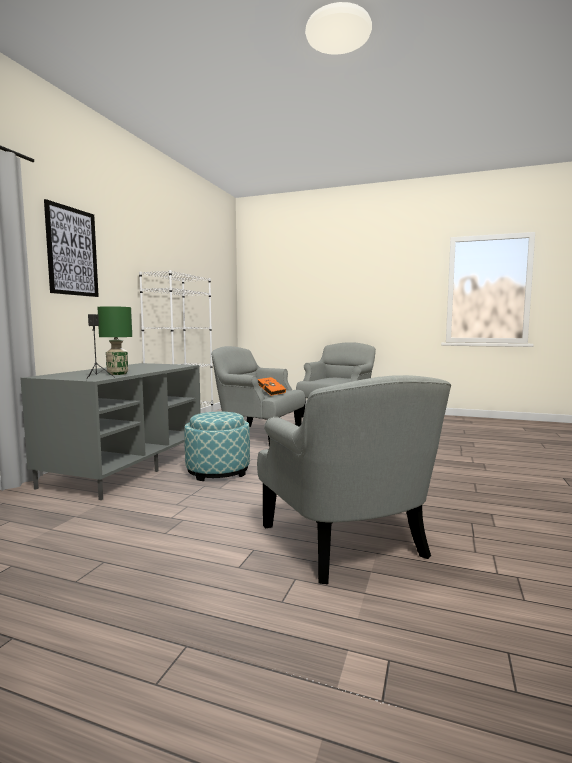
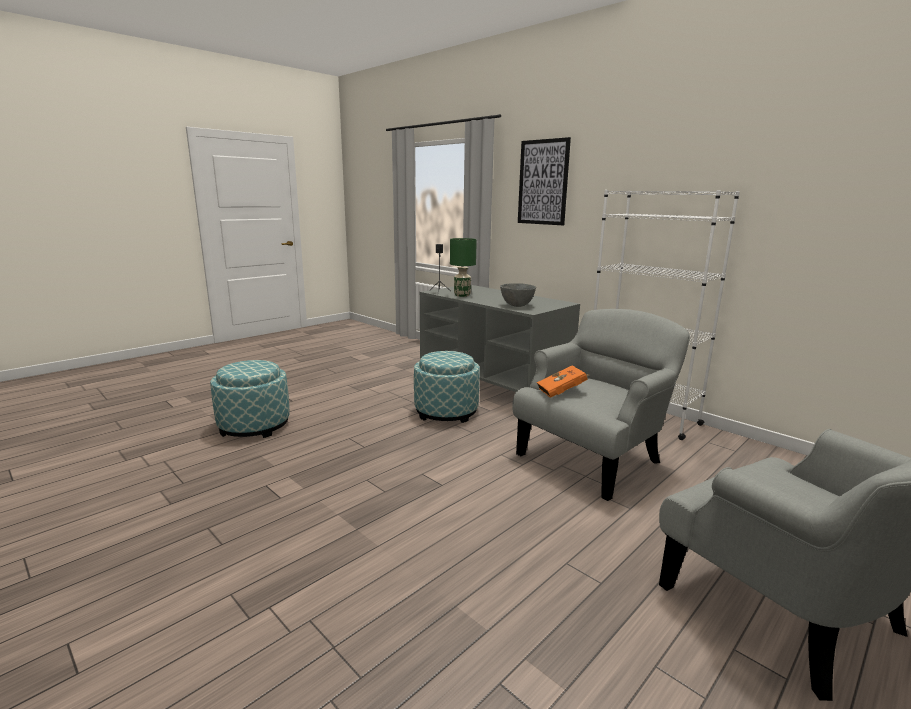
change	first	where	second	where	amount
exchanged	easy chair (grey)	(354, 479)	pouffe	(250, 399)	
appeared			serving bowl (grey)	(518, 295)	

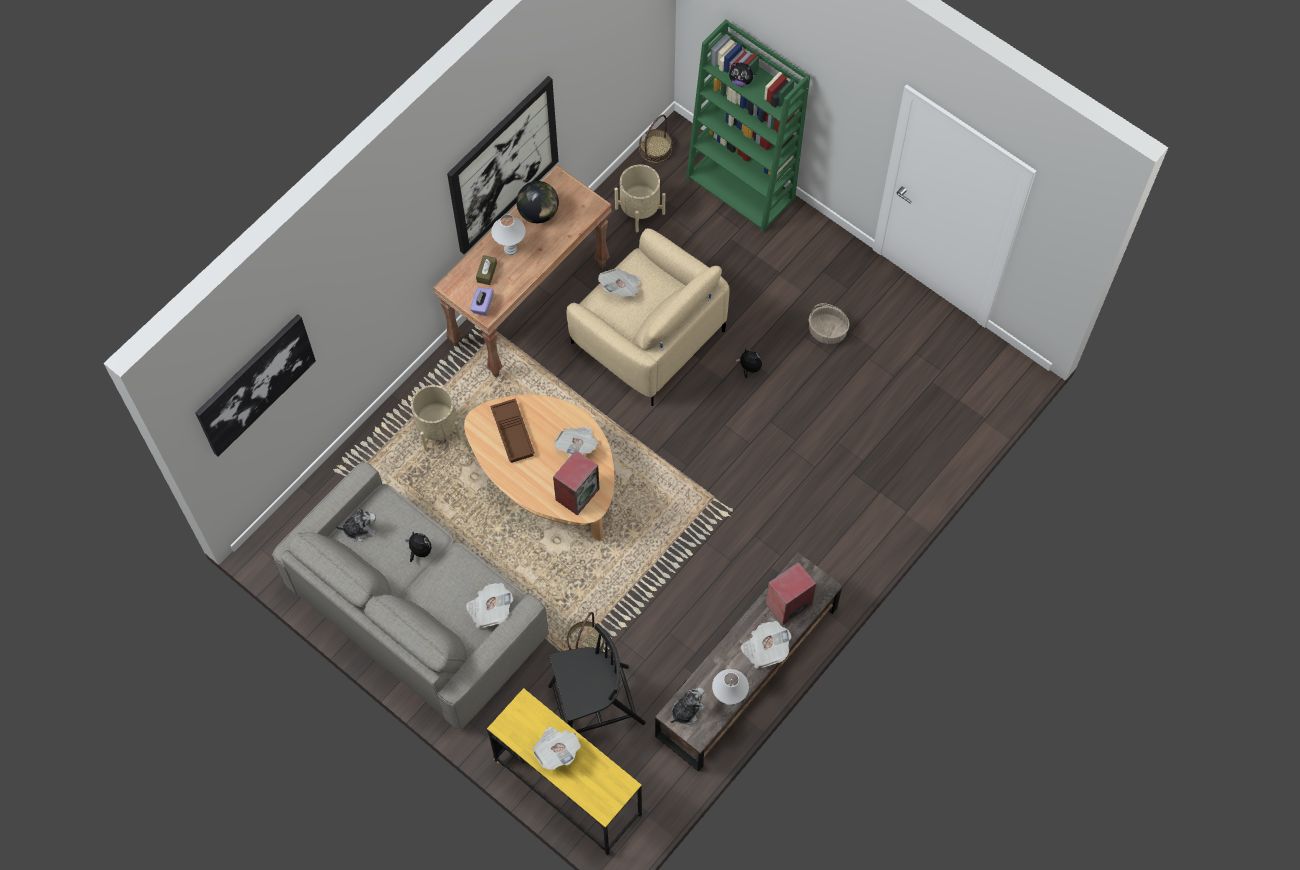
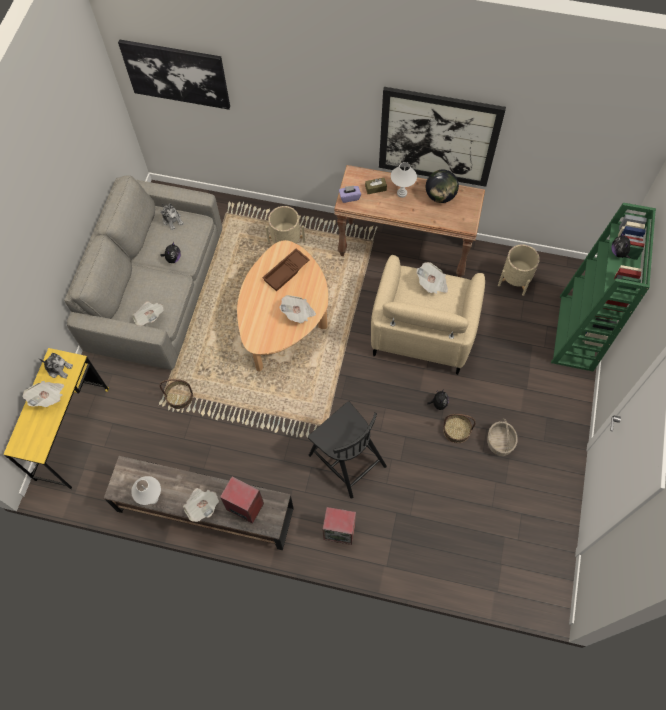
change	first	where	second	where	amount
relocated	chair (blackish)	(597, 678)		(347, 450)	
relocated	audio speaker	(576, 482)		(339, 526)	
relocated	basket	(655, 139)		(459, 428)	
relocated	plush toy	(688, 706)		(55, 366)	

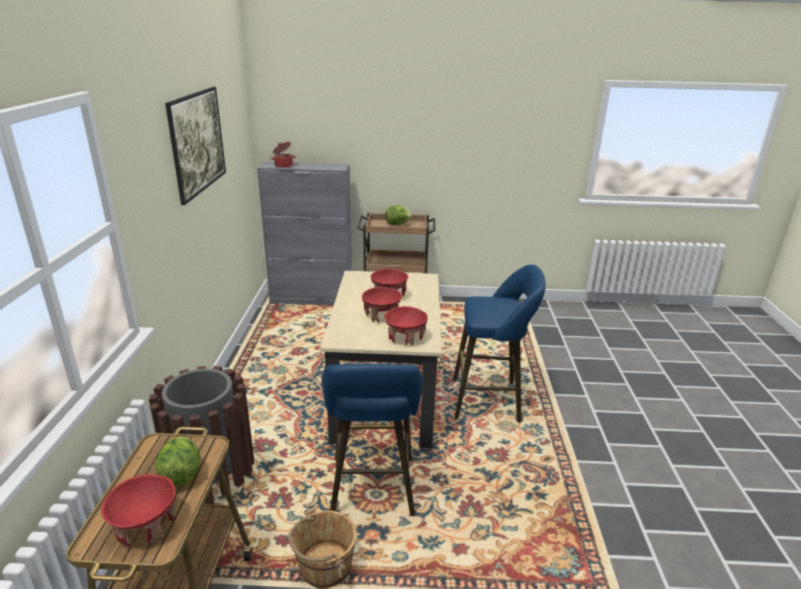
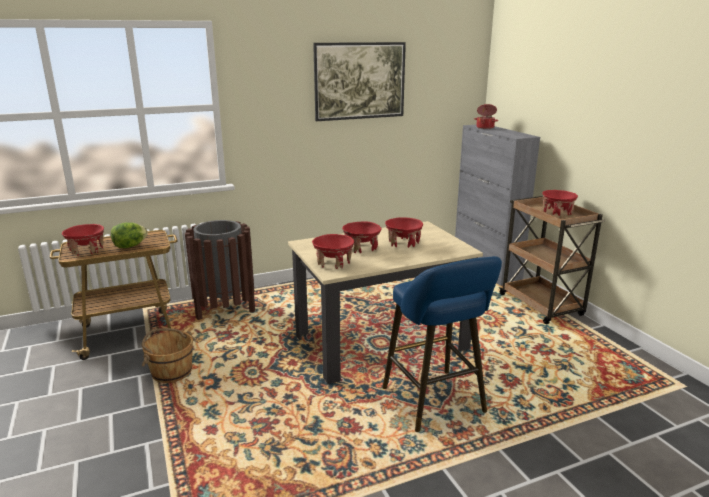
change	first	where	second	where	amount
missing	stool (bluish)	(372, 439)			
exchanged	lettuce	(398, 215)	serving bowl (reddish)	(560, 203)	

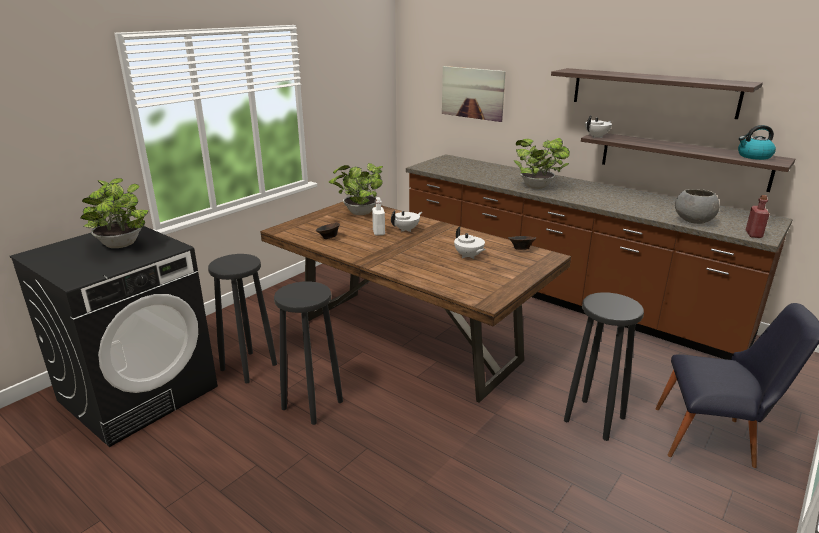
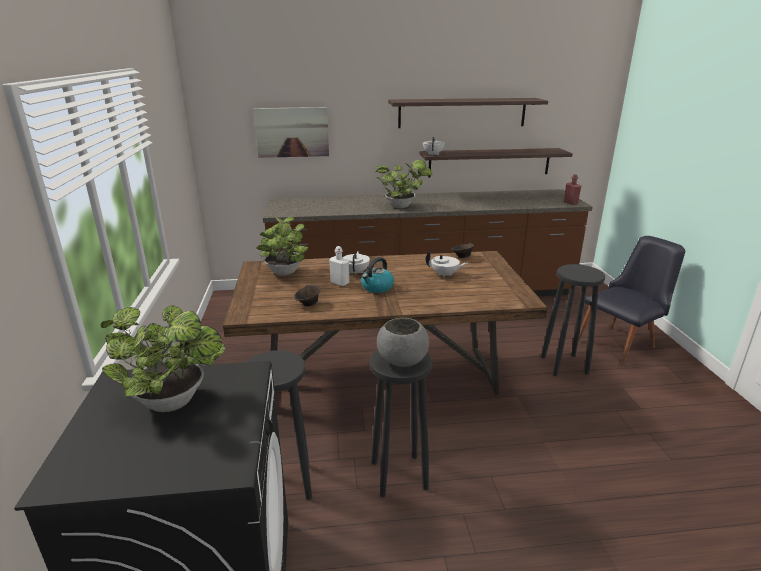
change	first	where	second	where	amount
relocated	serving bowl (grey)	(697, 206)		(403, 342)	
relocated	kettle	(757, 142)		(377, 275)	

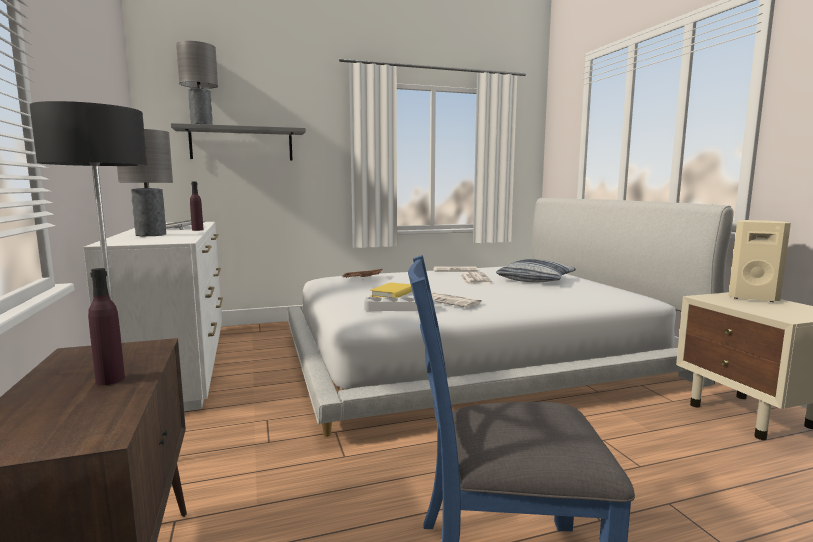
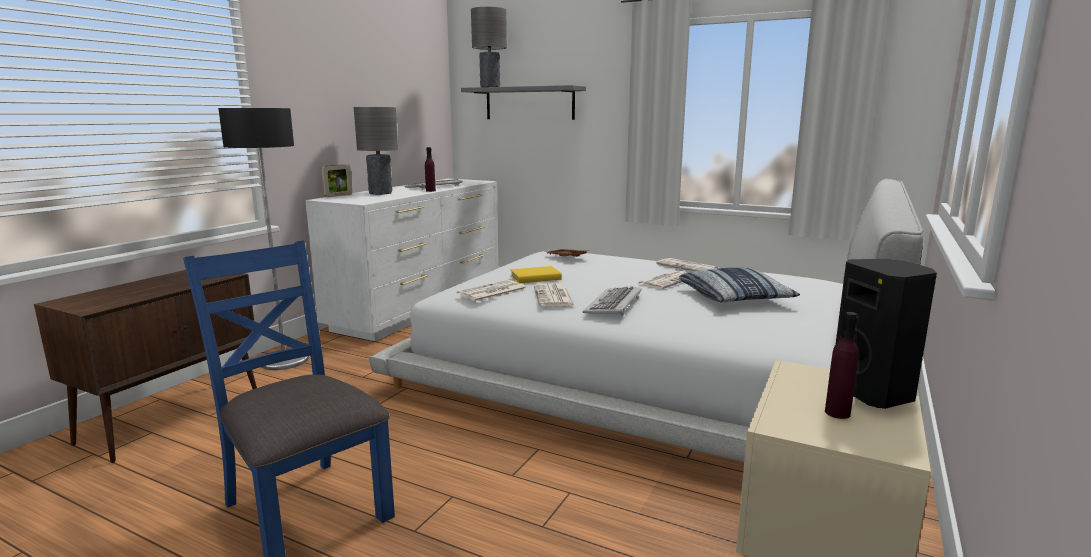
change	first	where	second	where	amount
relocated	drink bottle (purplish)	(106, 326)		(842, 365)	
exchanged	tray (grey)	(399, 304)	newspaper	(492, 291)	
colour	audio speaker (sand-coloured)	(759, 261)	audio speaker (blackish)	(886, 334)	
appeared			picture frame	(337, 180)	
appeared			PC keyboard	(612, 301)	

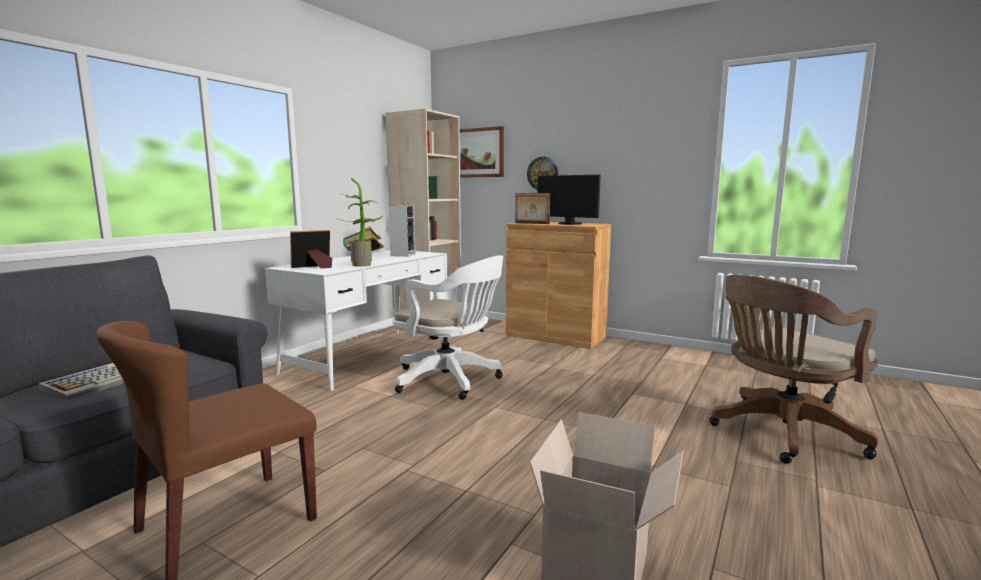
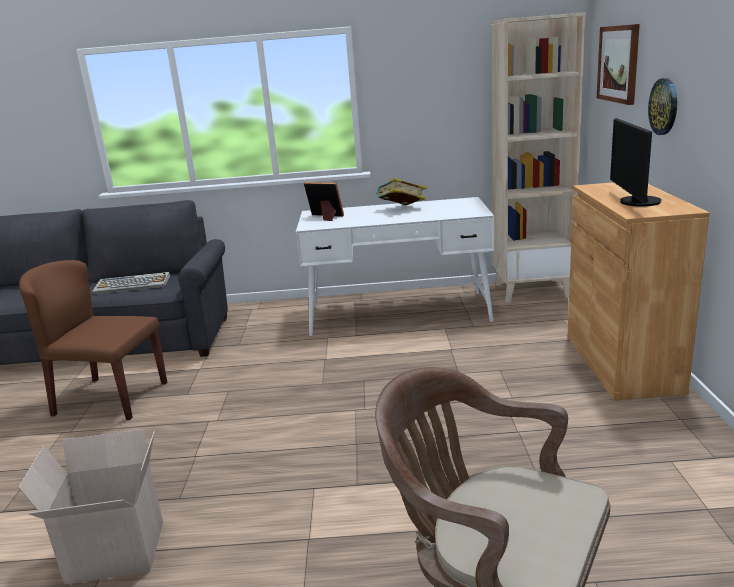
change	first	where	second	where	amount
missing	plant in a pot	(359, 222)			
missing	audio speaker	(401, 231)			
missing	desk chair (white)	(447, 327)			
missing	picture frame	(532, 208)			

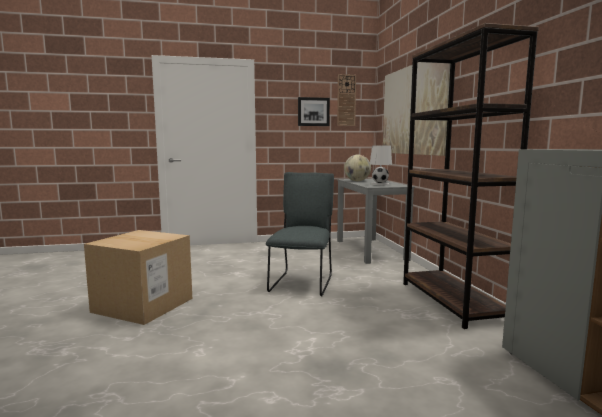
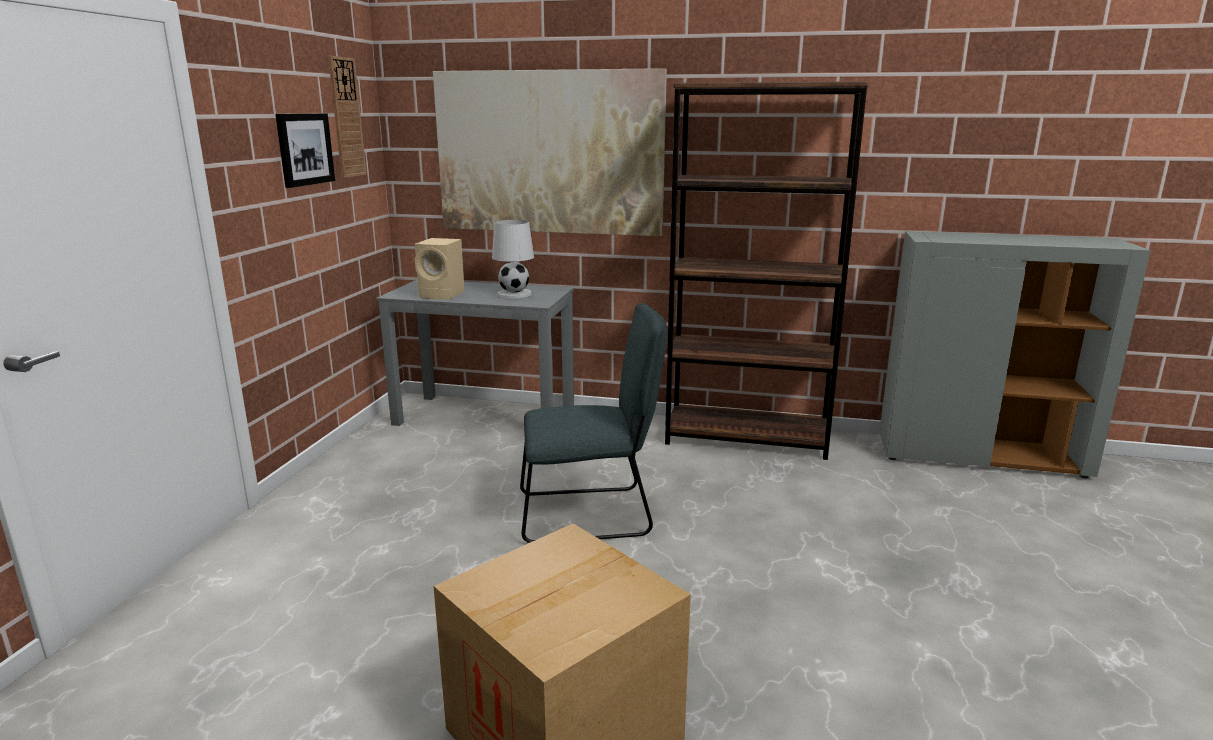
change	first	where	second	where	amount
spun	chair (grey)	(300, 234)		(593, 423)	135 degrees clockwise
exchanged	globe	(357, 168)	audio speaker (sand-coloured)	(440, 269)	

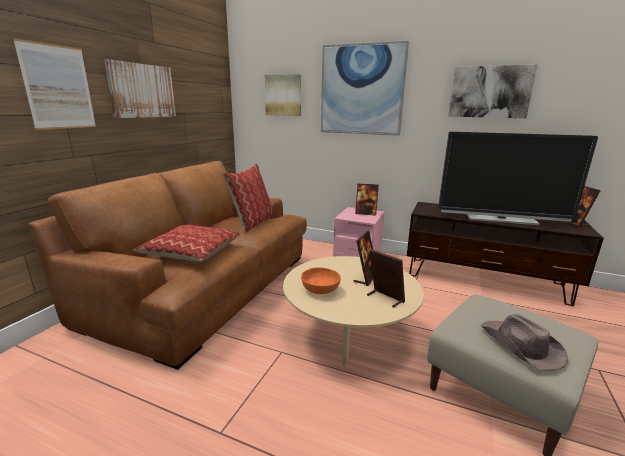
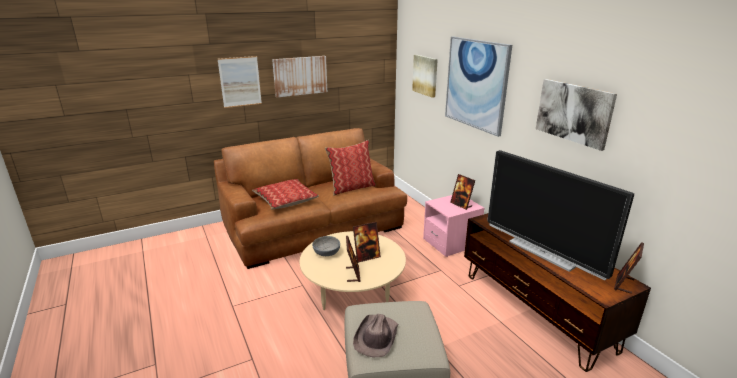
change	first	where	second	where	amount
colour	serving bowl (orange)	(321, 280)	serving bowl (grey)	(326, 246)	

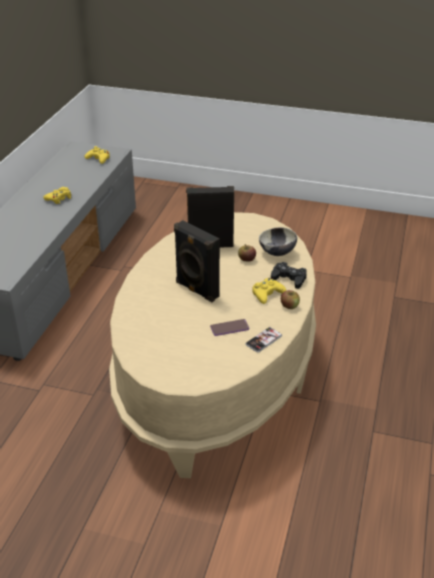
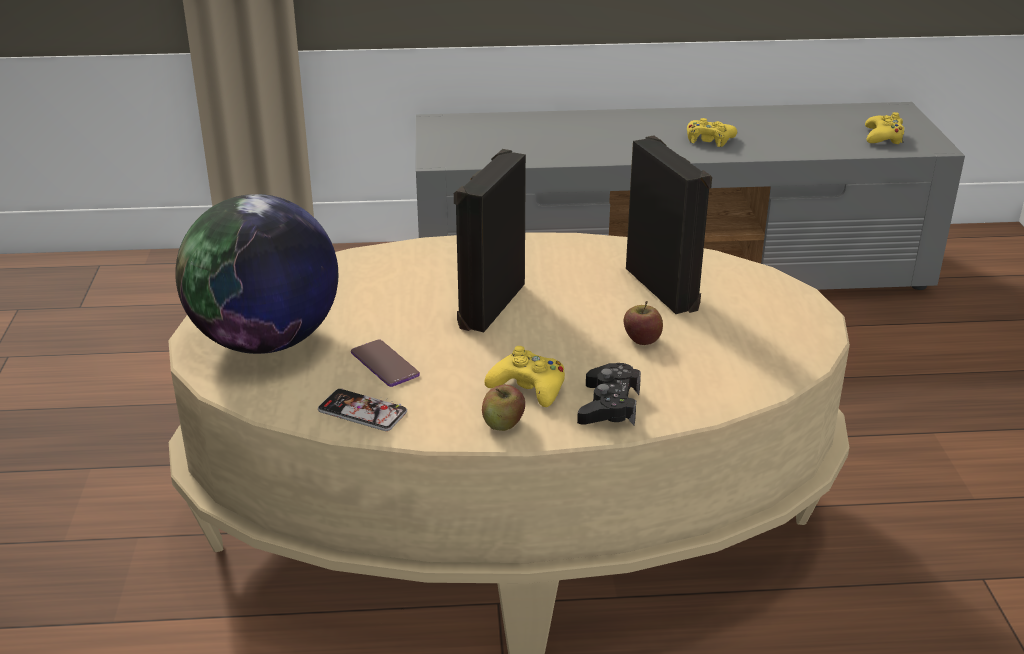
change	first	where	second	where	amount
missing	serving bowl	(278, 241)			
appeared			globe	(257, 274)	

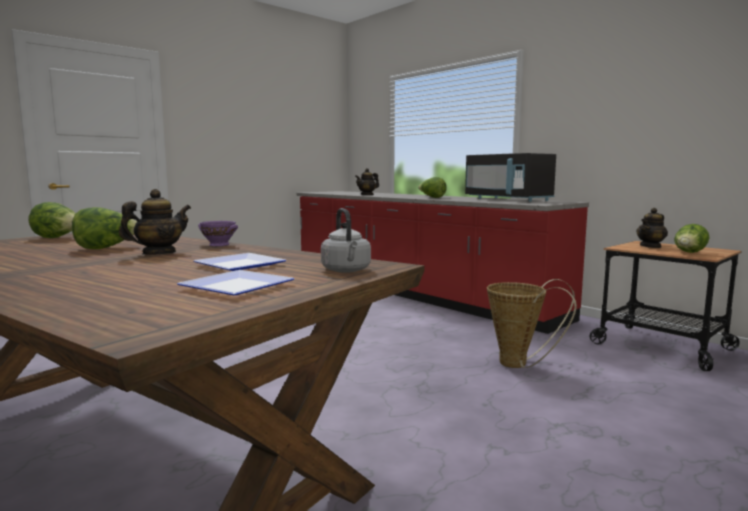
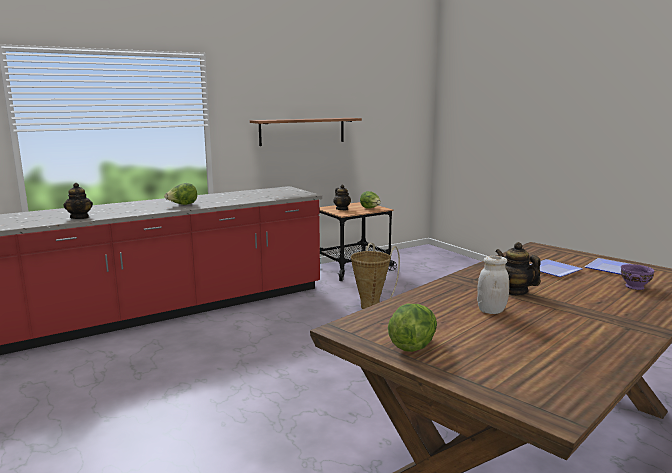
change	first	where	second	where	amount
exchanged	lettuce	(104, 228)	preserve jar (white)	(493, 285)	
relocated	serving bowl (purplish)	(218, 233)		(637, 277)	
missing	kettle (grey)	(346, 240)			
missing	microwave (blackish)	(510, 177)			
appeared			wall shelf	(306, 132)	

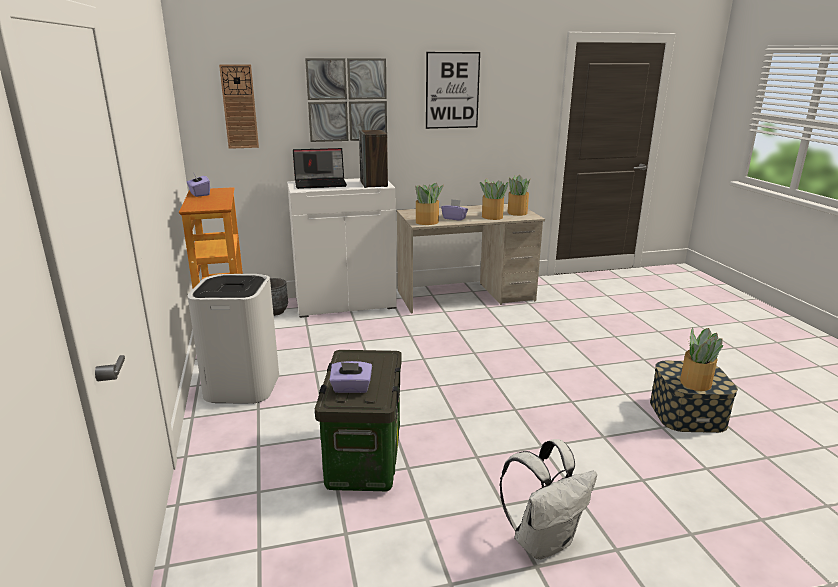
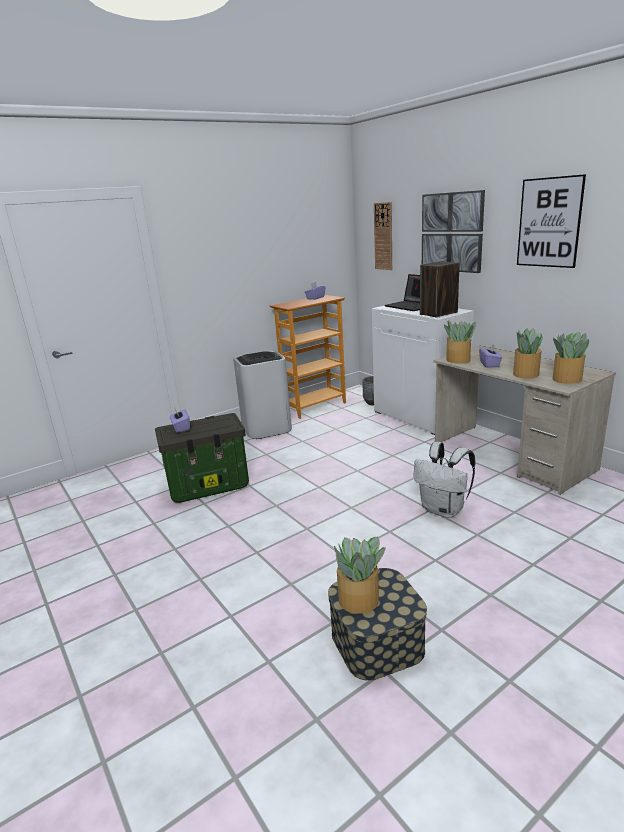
change	first	where	second	where	amount
relocated	backpack (white)	(548, 499)		(444, 480)	

